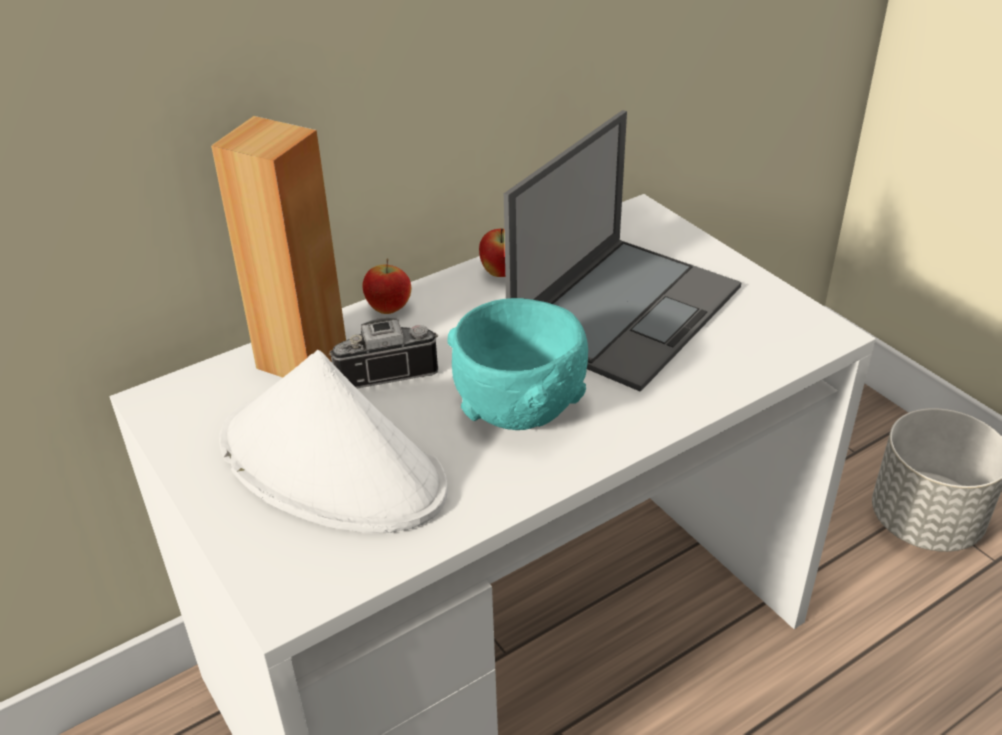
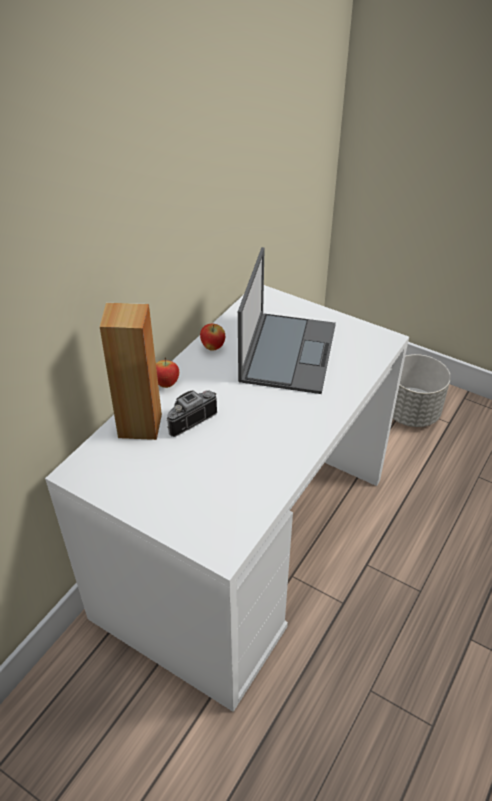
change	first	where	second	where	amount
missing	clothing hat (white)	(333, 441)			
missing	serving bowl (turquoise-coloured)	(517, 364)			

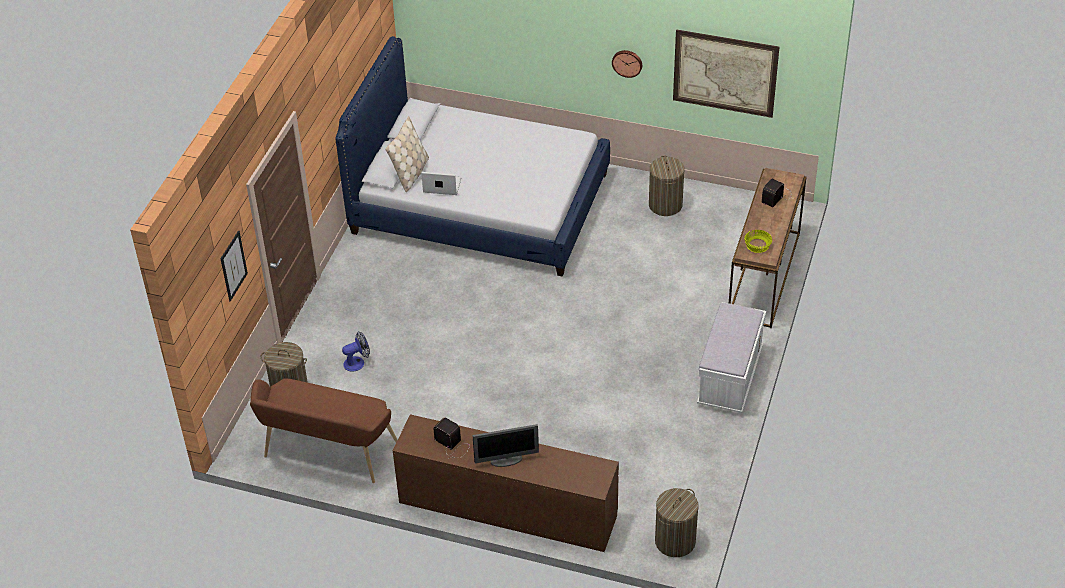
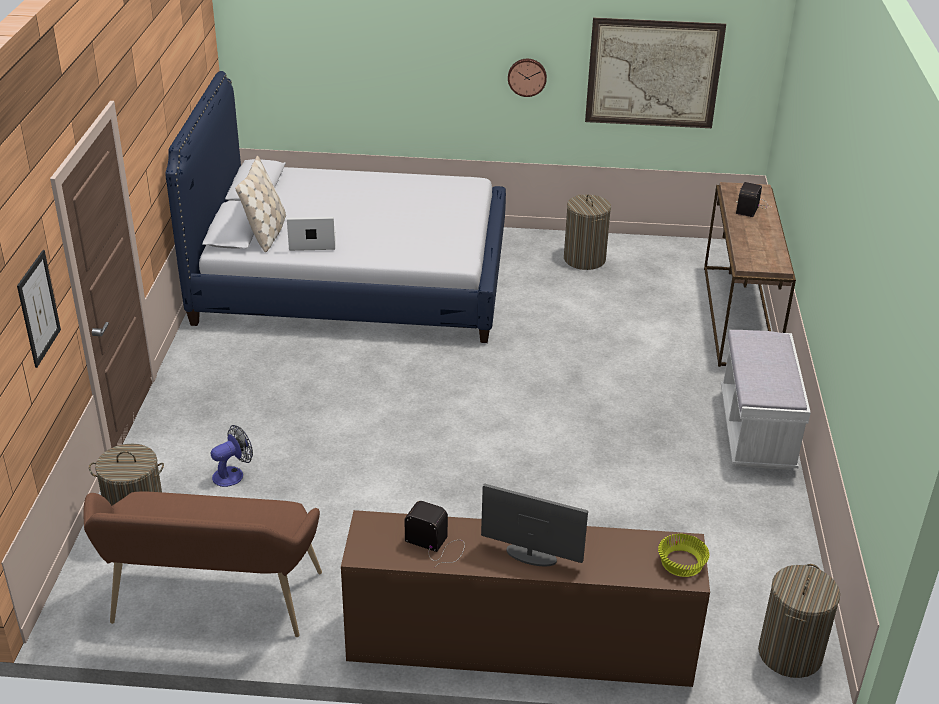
change	first	where	second	where	amount
spun	monitor	(506, 445)		(534, 525)	135 degrees counterclockwise
relocated	serving bowl (yellow)	(758, 241)		(684, 555)	

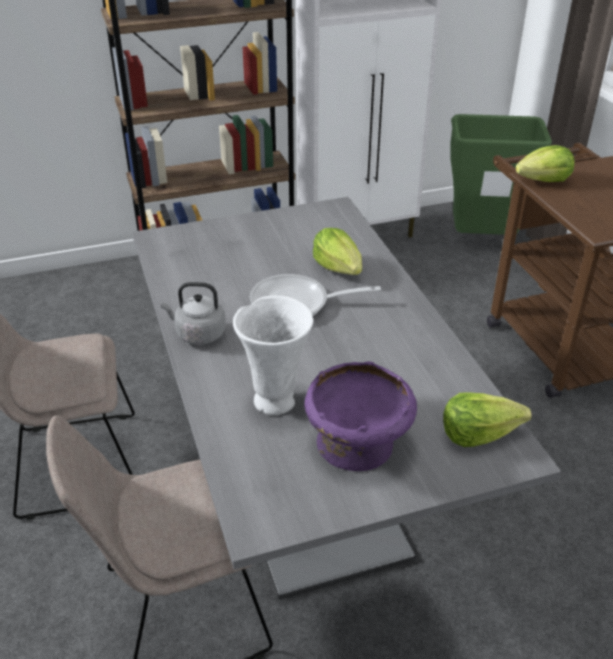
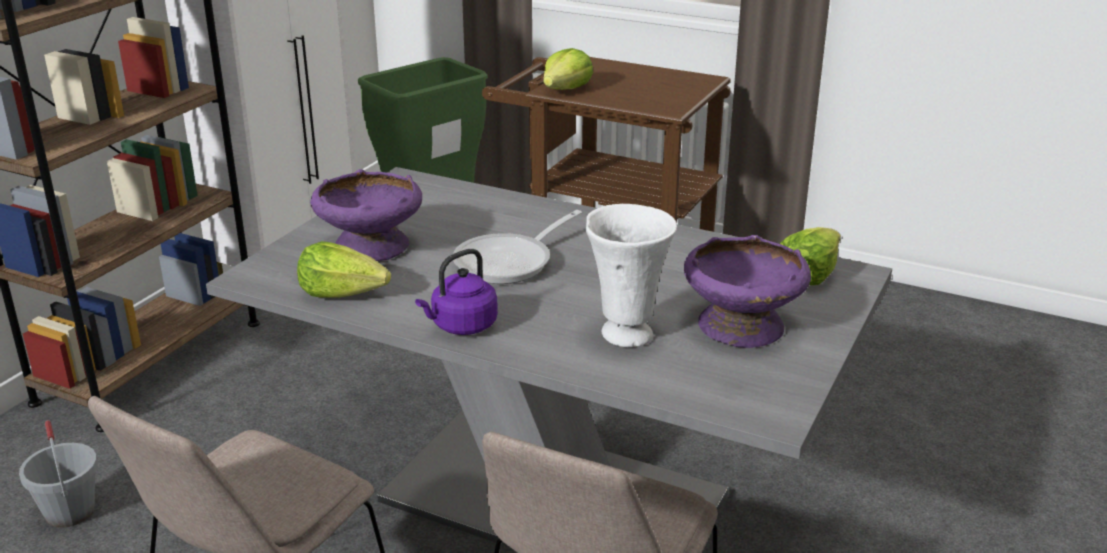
change	first	where	second	where	amount
colour	kettle (grey)	(193, 313)	kettle (purplish)	(456, 292)	
relocated	lettuce	(337, 251)		(344, 269)	
appeared			bucket (grey)	(58, 474)	
appeared			serving bowl (purplish)	(366, 215)	

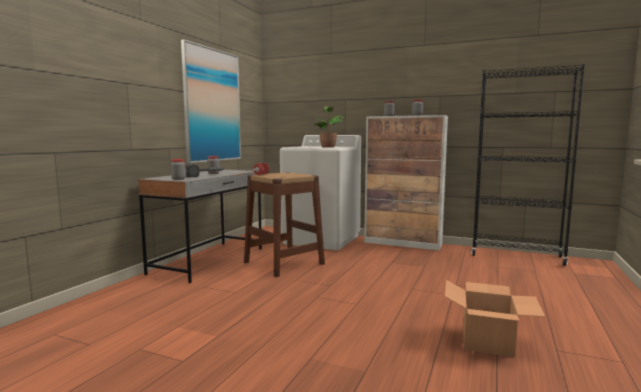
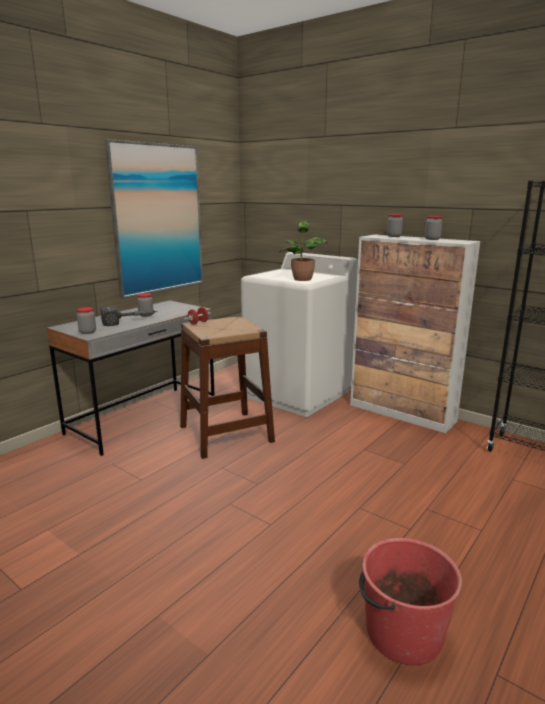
change	first	where	second	where	amount
exchanged	carton	(495, 318)	bucket (reddish)	(410, 601)	

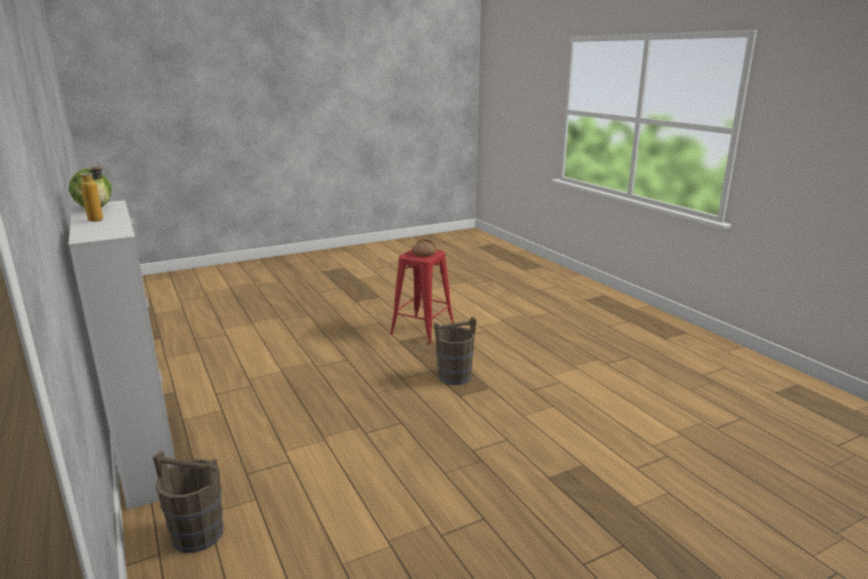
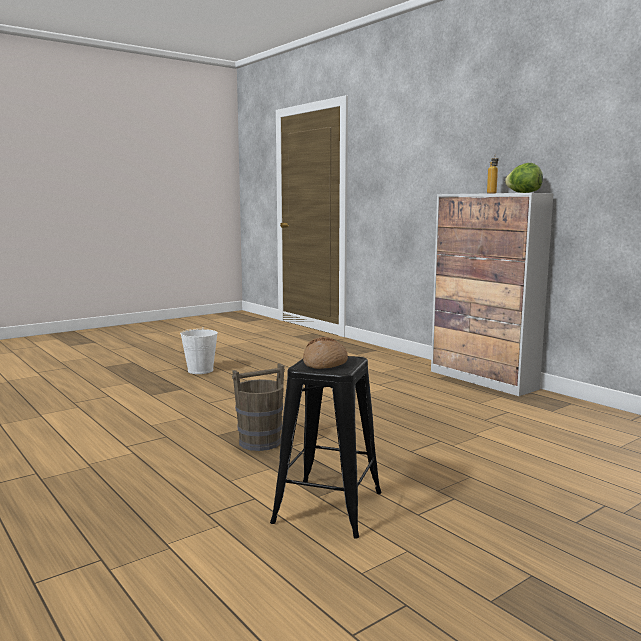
change	first	where	second	where	amount
missing	bucket (brown)	(188, 501)			
colour	stool (reddish)	(422, 297)	stool (blackish)	(326, 447)	
appeared			bucket (white)	(199, 350)	

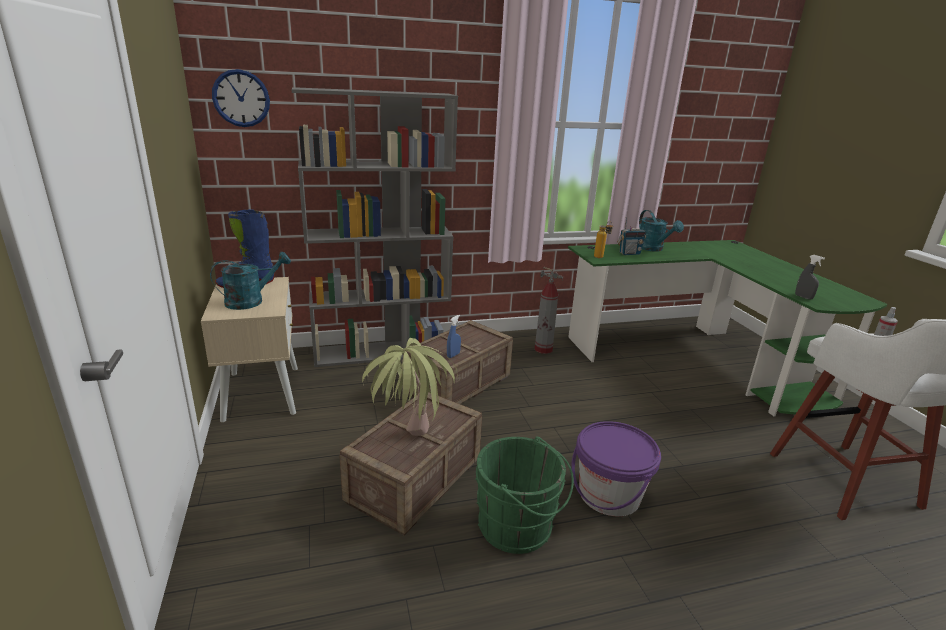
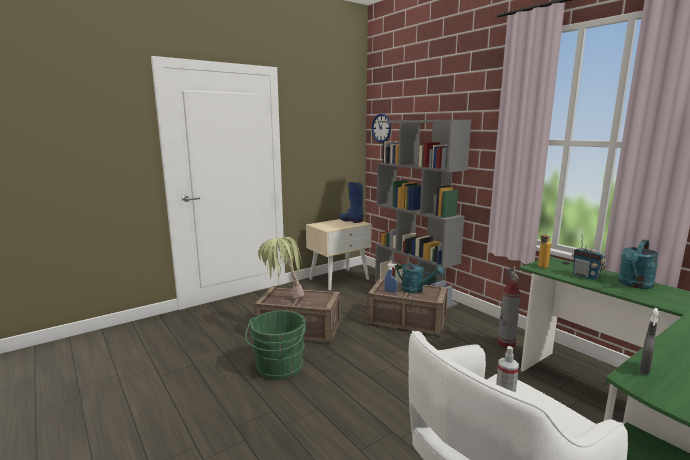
change	first	where	second	where	amount
relocated	watering can (turquoise-coloured)	(250, 281)		(420, 276)	
missing	bucket (purplish)	(616, 468)			

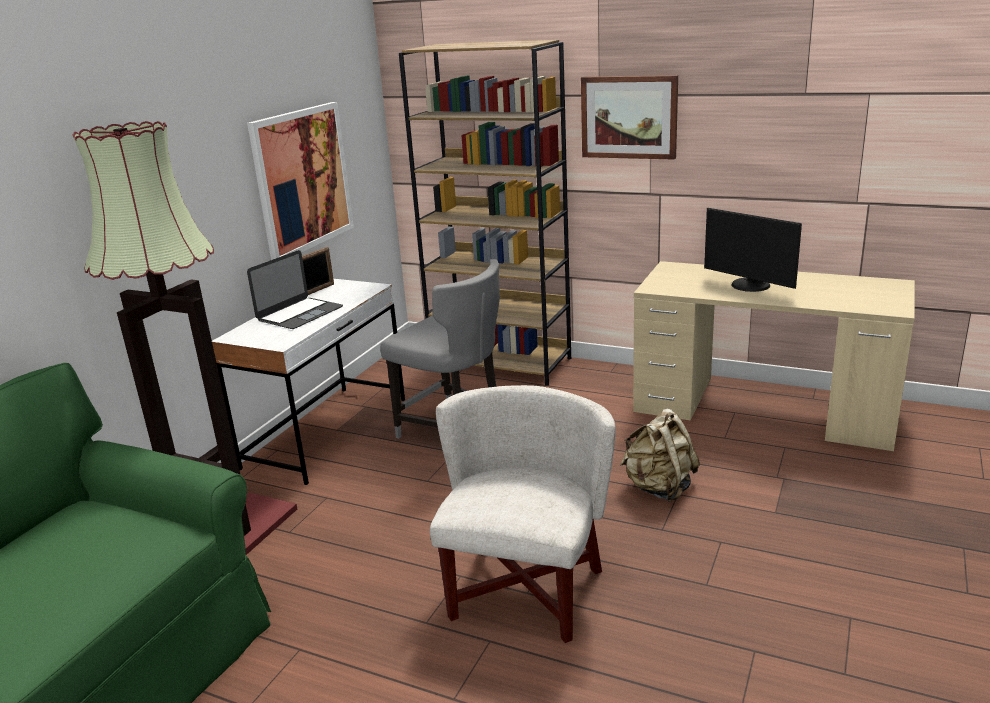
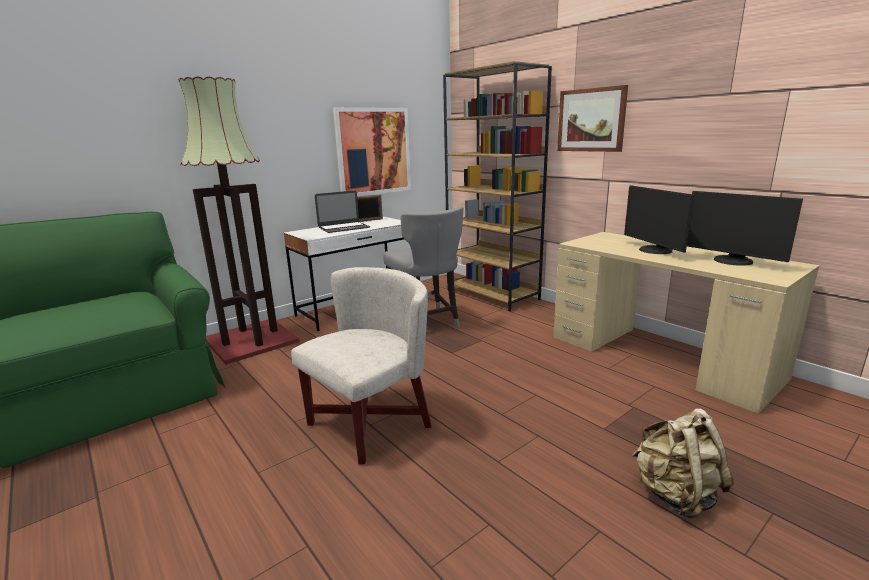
change	first	where	second	where	amount
relocated	backpack (sand-coloured)	(660, 455)		(682, 463)	
appeared			monitor	(745, 228)	

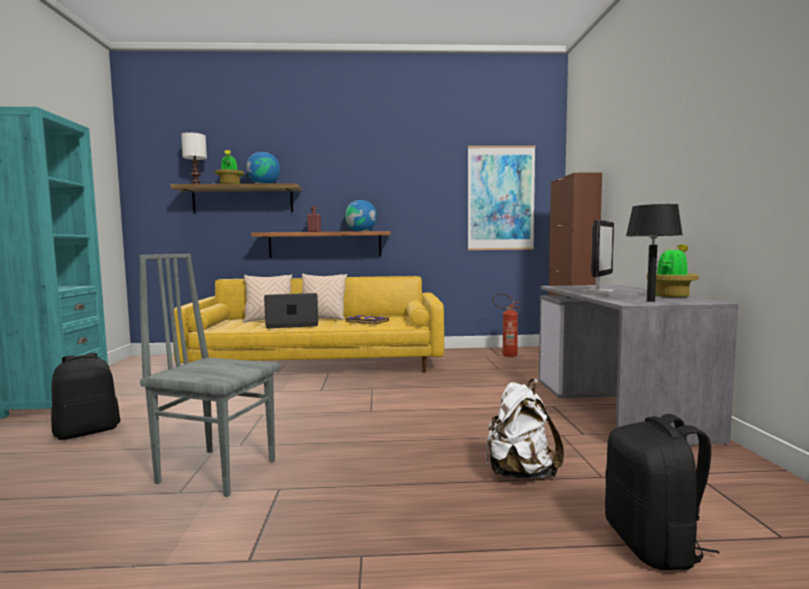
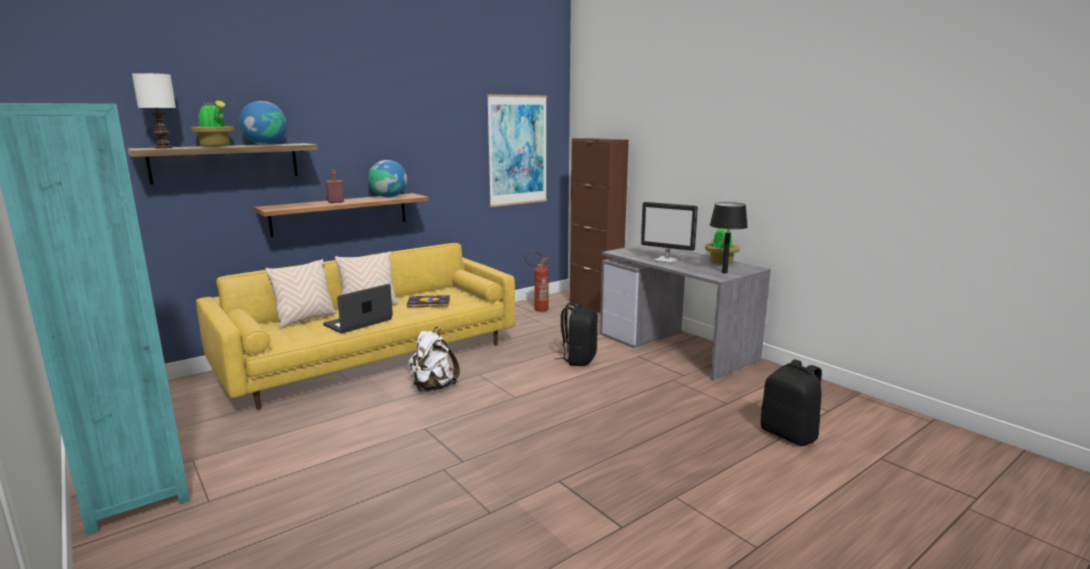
change	first	where	second	where	amount
relocated	backpack (blackish)	(86, 396)		(576, 334)	
missing	chair (grey)	(209, 375)			
relocated	backpack (white)	(525, 428)		(434, 359)	
spun	monitor	(599, 257)		(669, 232)	120 degrees clockwise

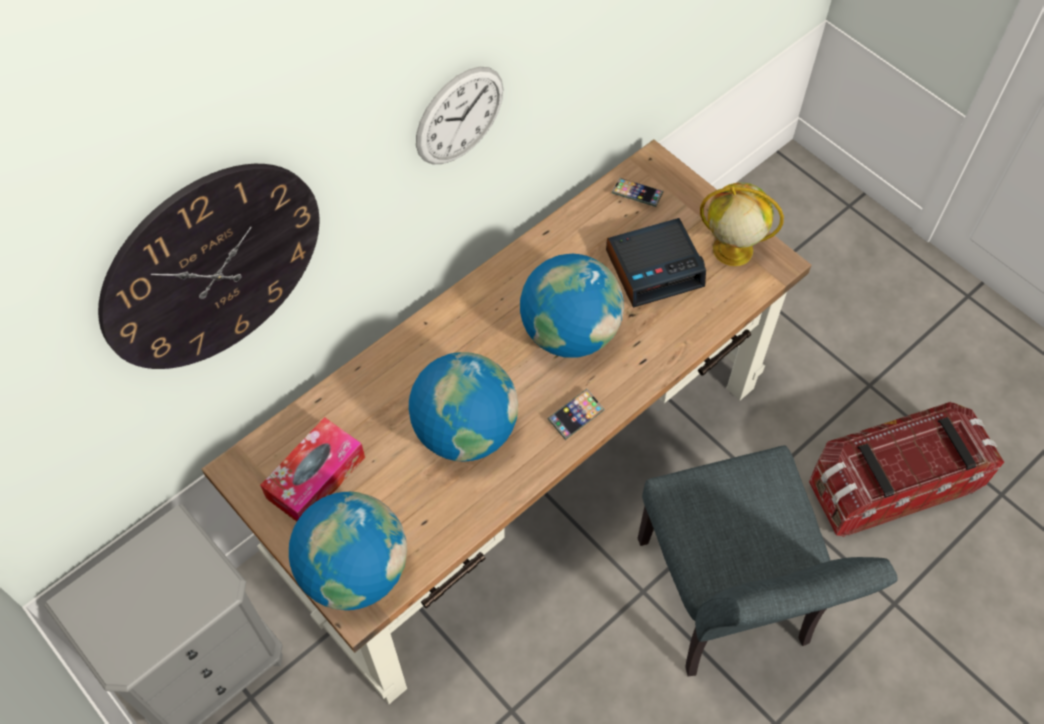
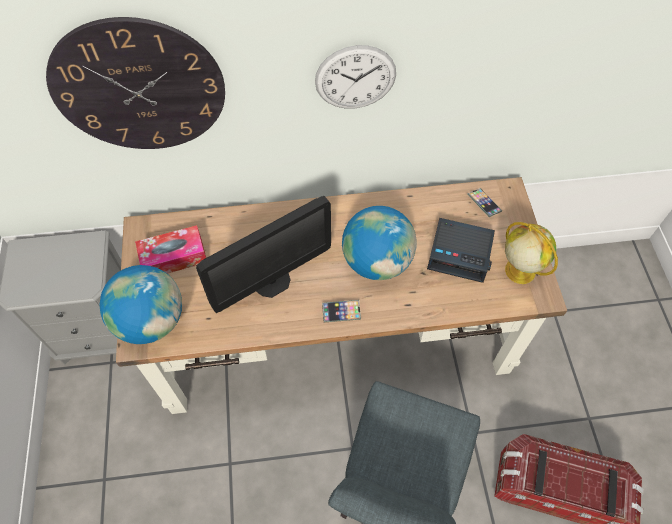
change	first	where	second	where	amount
exchanged	globe	(463, 407)	monitor	(263, 254)	

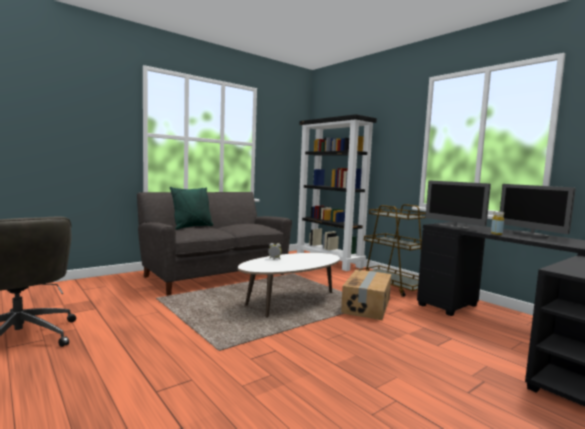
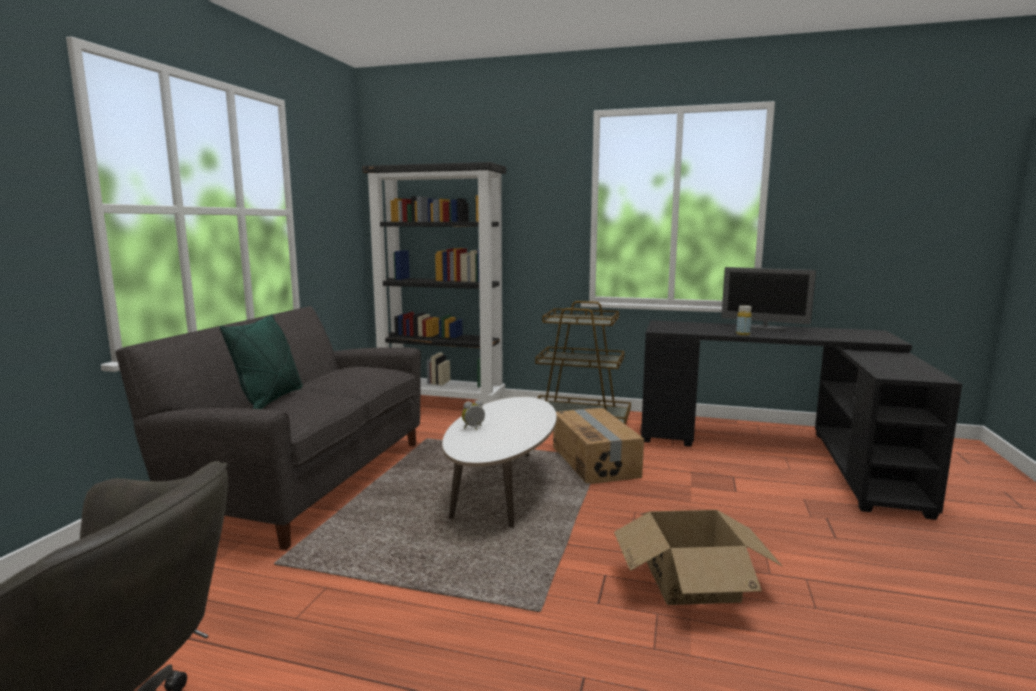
change	first	where	second	where	amount
missing	monitor	(458, 205)			
appeared			carton	(698, 557)	

